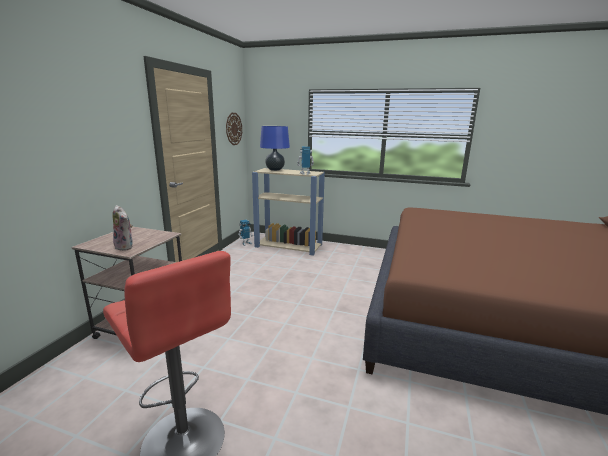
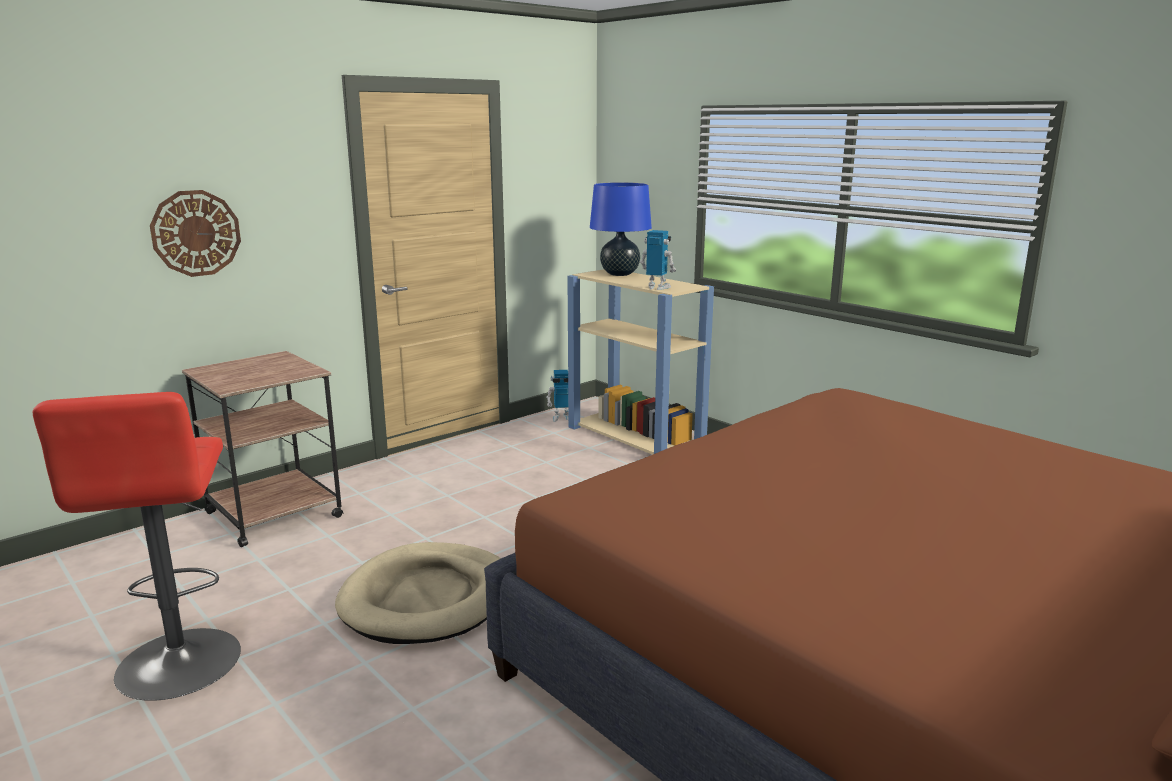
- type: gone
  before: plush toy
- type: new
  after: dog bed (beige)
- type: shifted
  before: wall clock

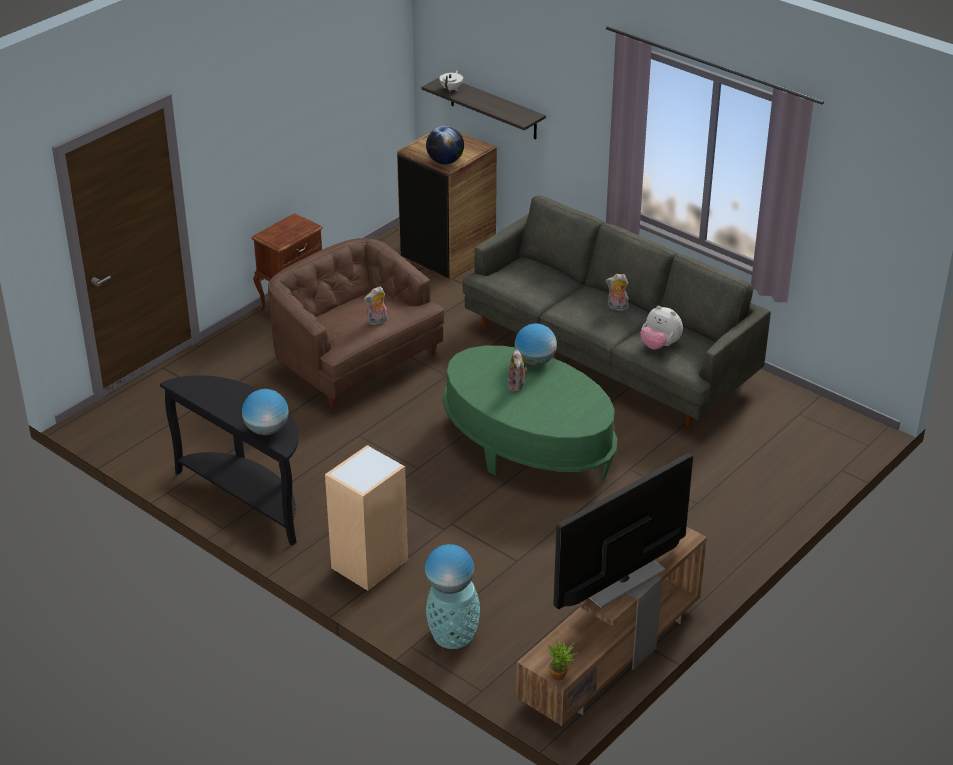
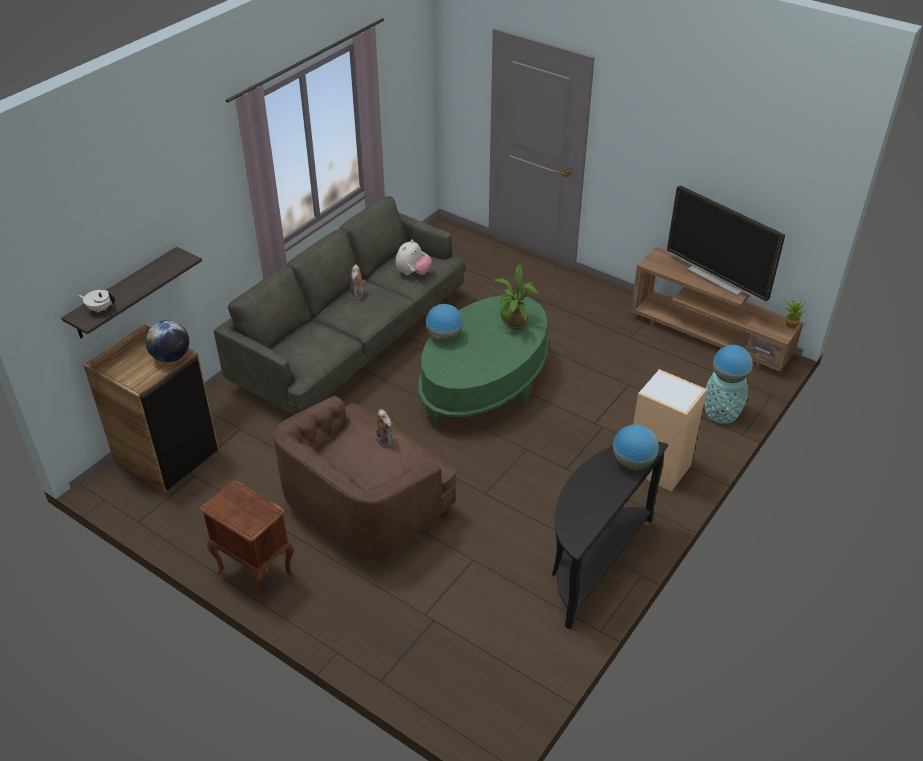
- type: gone
  before: plush toy (no. 2 from left)
- type: new
  after: potted plant (no. 1 from left)

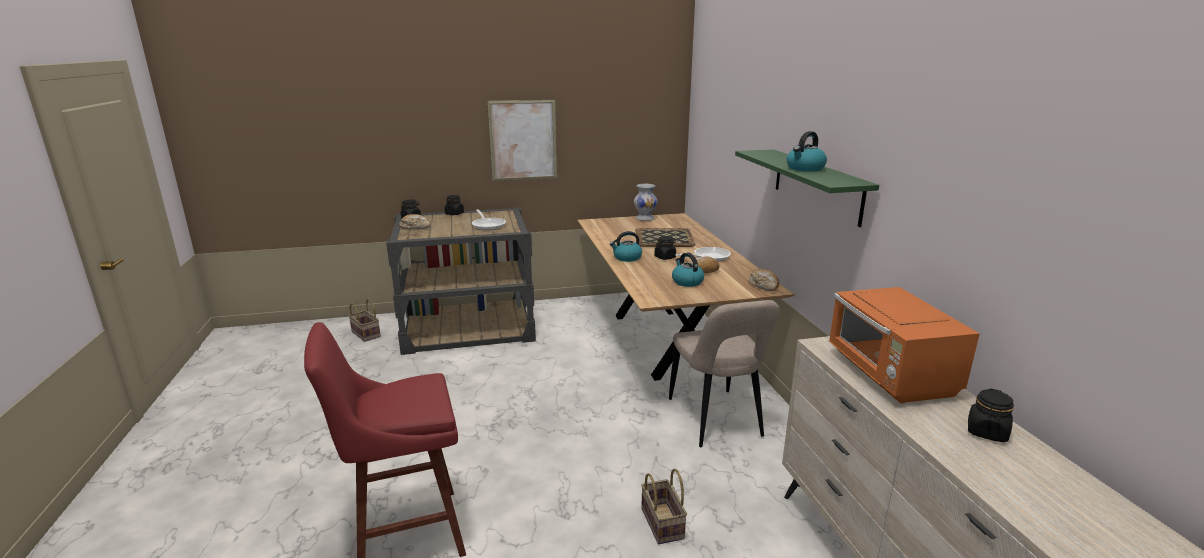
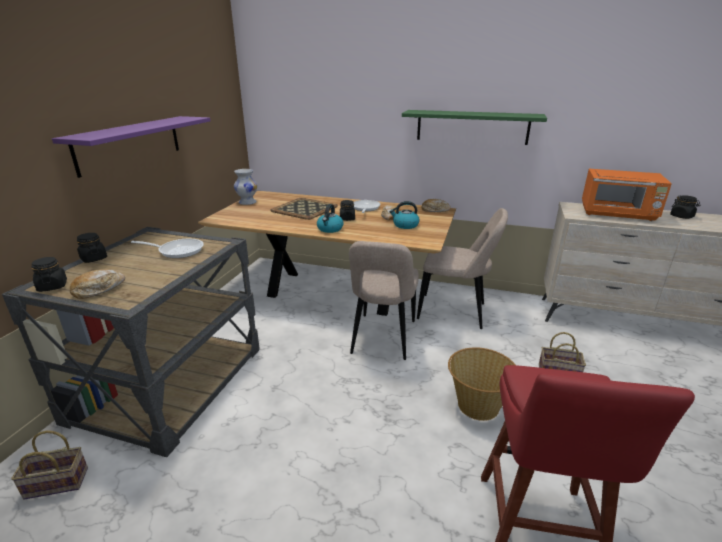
- type: gone
  before: kettle (no. 3 from left)
- type: new
  after: chair (beige) (no. 1 from left)
- type: new
  after: basket (no. 2 from left)
- type: swapped
  before: picture
  after: shelf (purple)

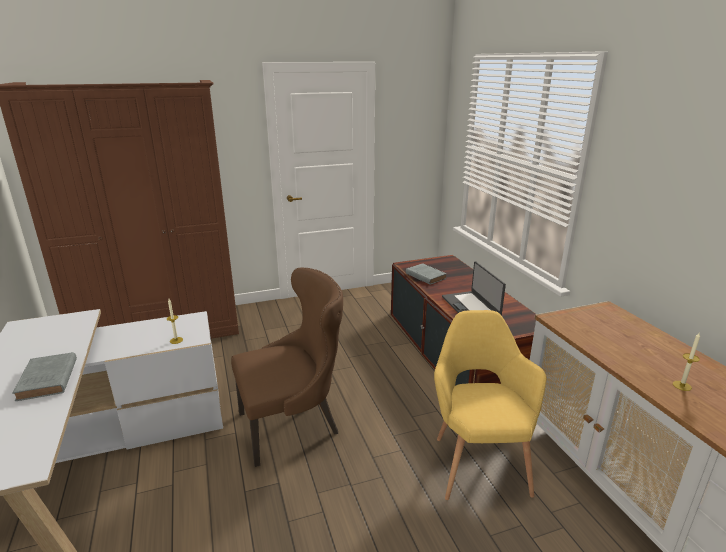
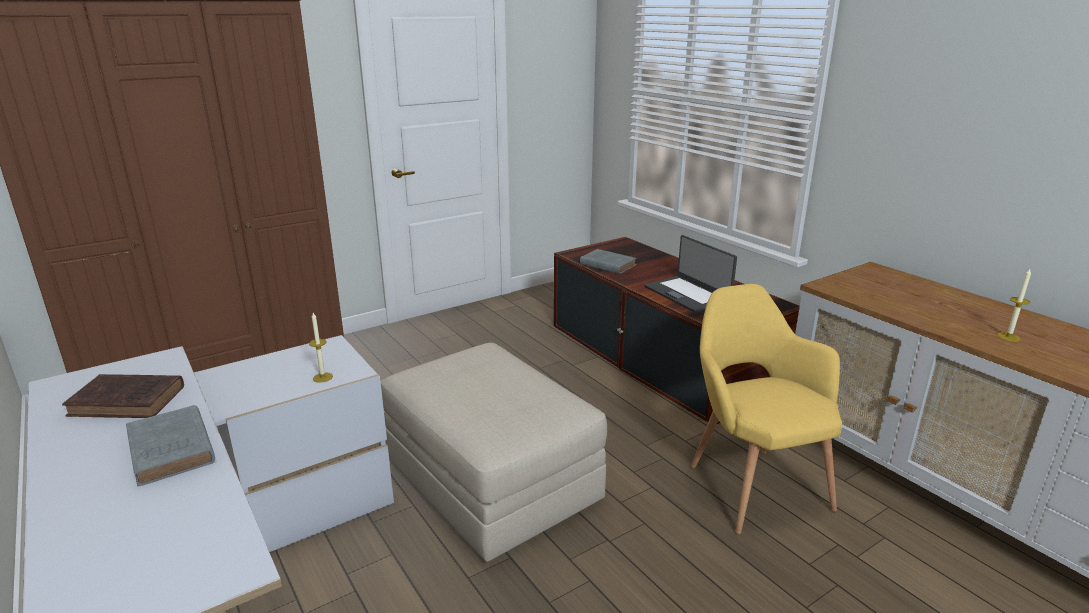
- type: new
  after: book (brown)
- type: swapped
  before: chair (brown)
  after: ottoman (beige)

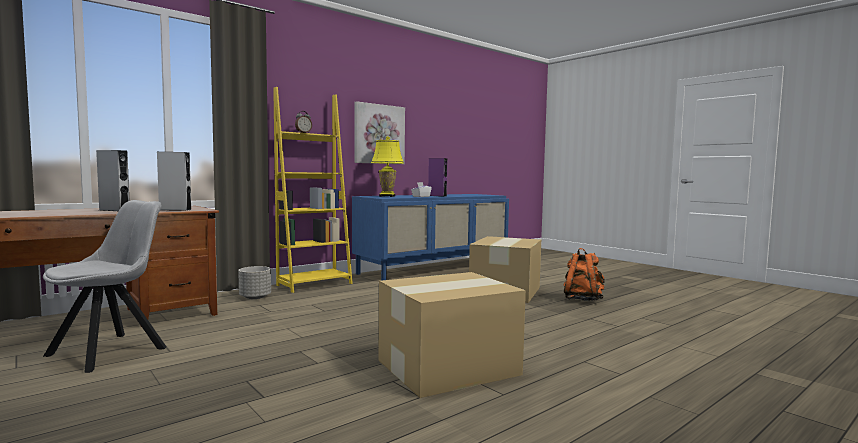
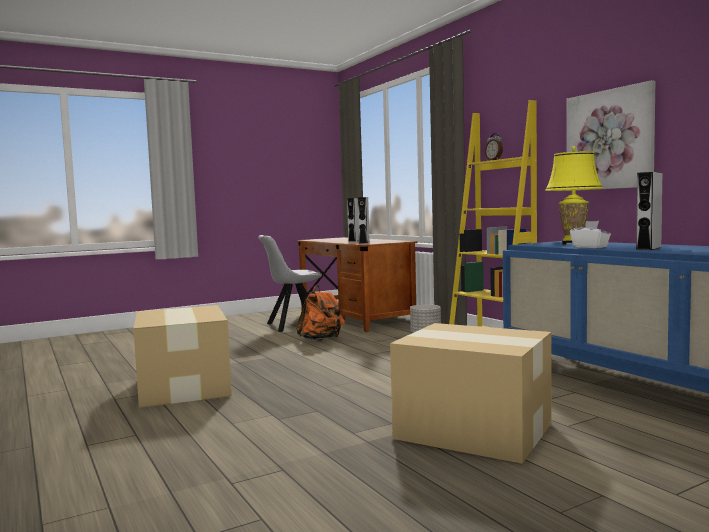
- type: shifted
  before: backpack (orange)
- type: repainted
  before: speaker (purple)
  after: speaker (grey) (no. 3 from left)
- type: rotated
  before: chair (grey)
  turn: 120

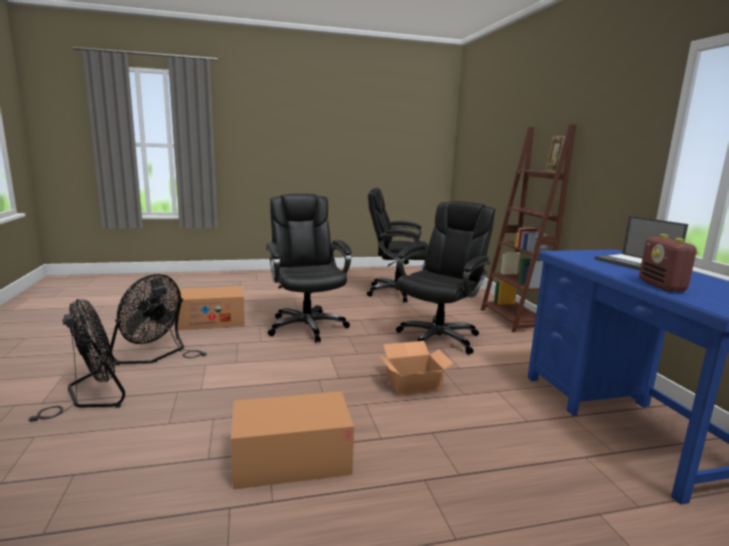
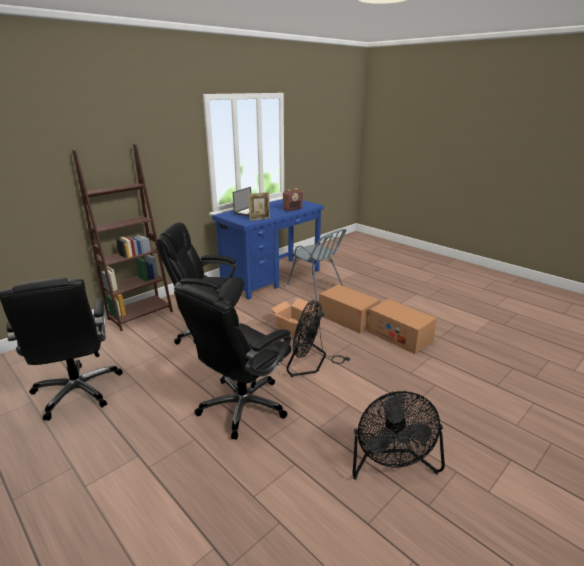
- type: new
  after: chair (grey)
- type: shifted
  before: fan (black) (no. 1 from left)
- type: shifted
  before: cardboard box (no. 1 from left in the first image)
  after: cardboard box (no. 2 from left)
- type: shifted
  before: picture frame

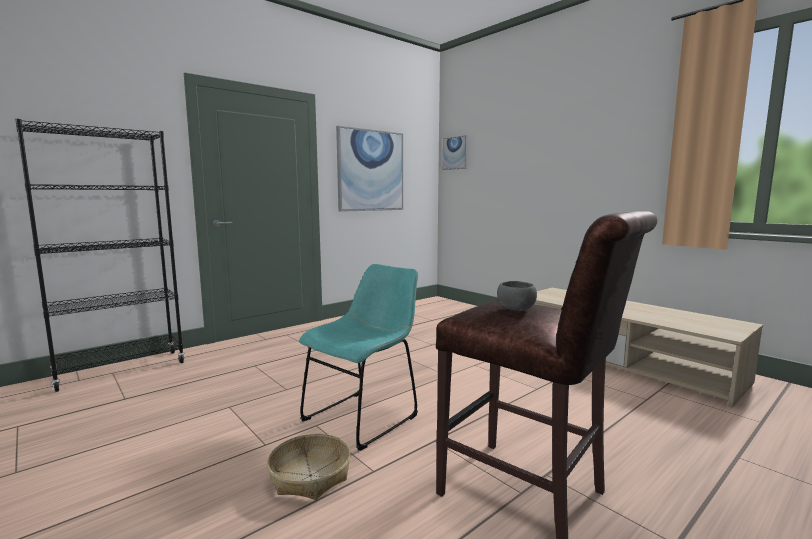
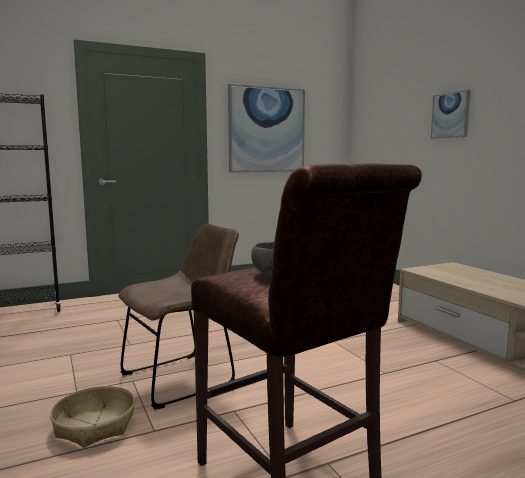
- type: shifted
  before: picture (no. 2 from left)
- type: repainted
  before: chair (turquoise)
  after: chair (brown)

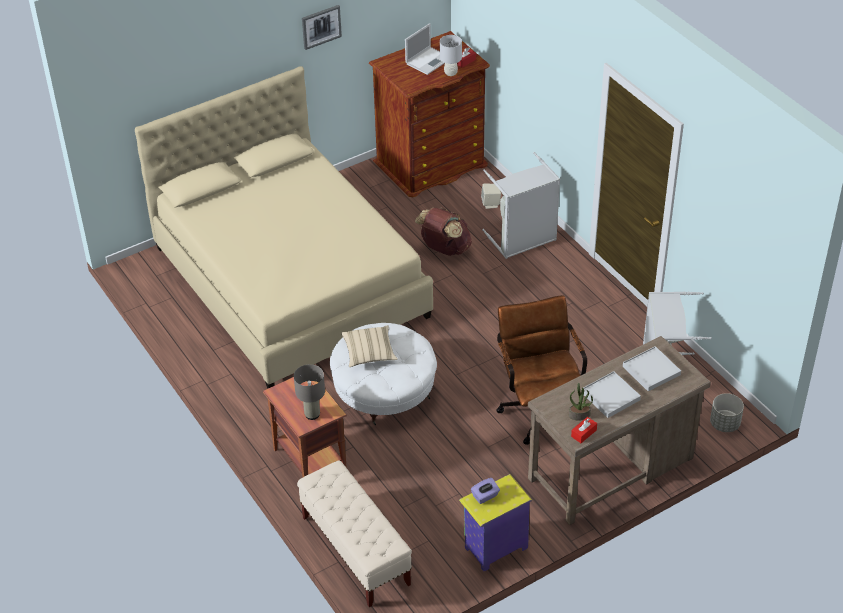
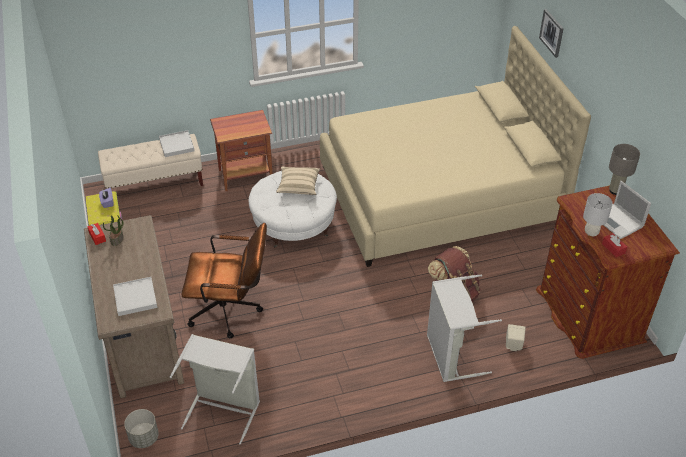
- type: shifted
  before: table lamp (grey) (no. 1 from left in the first image)
  after: table lamp (grey) (no. 2 from left)
- type: shifted
  before: picture
- type: shifted
  before: tray (white) (no. 1 from left in the first image)
  after: tray (white) (no. 2 from left)

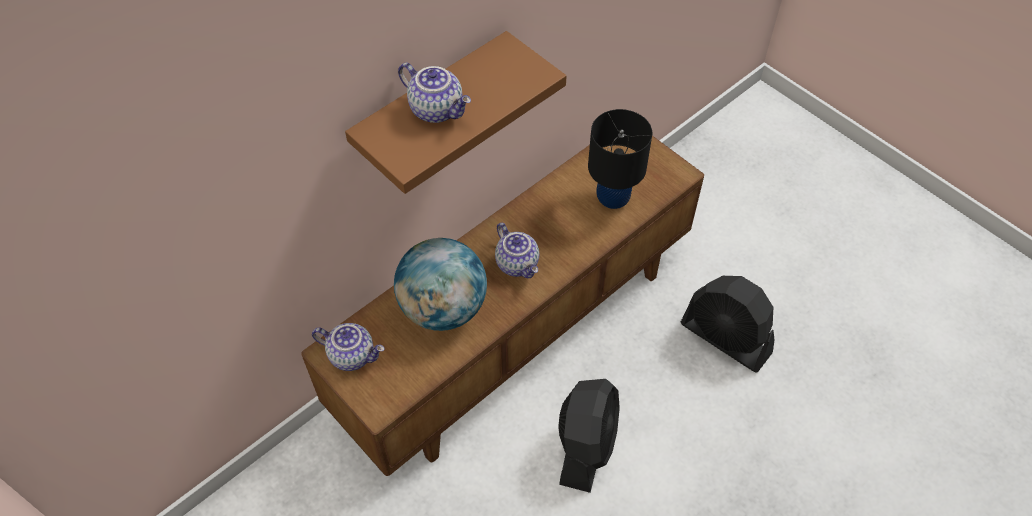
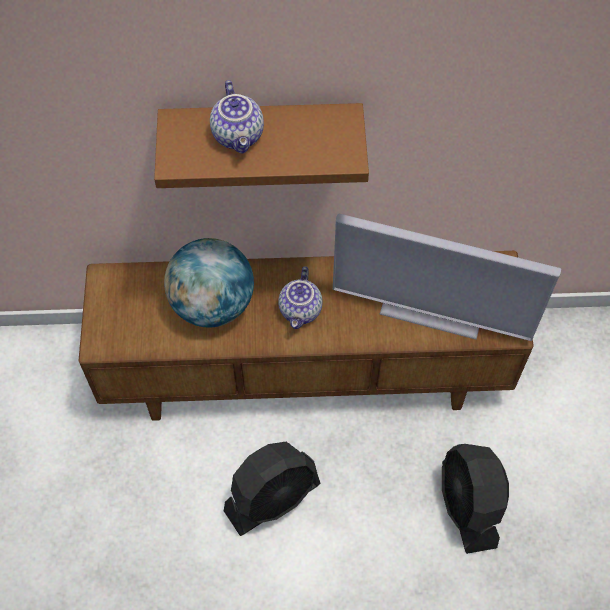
- type: gone
  before: teapot (no. 1 from left)
- type: swapped
  before: table lamp (black)
  after: television

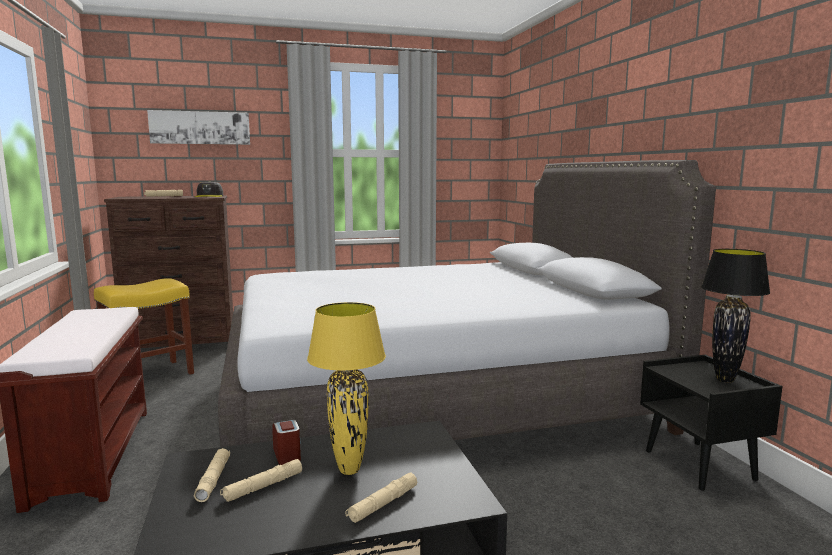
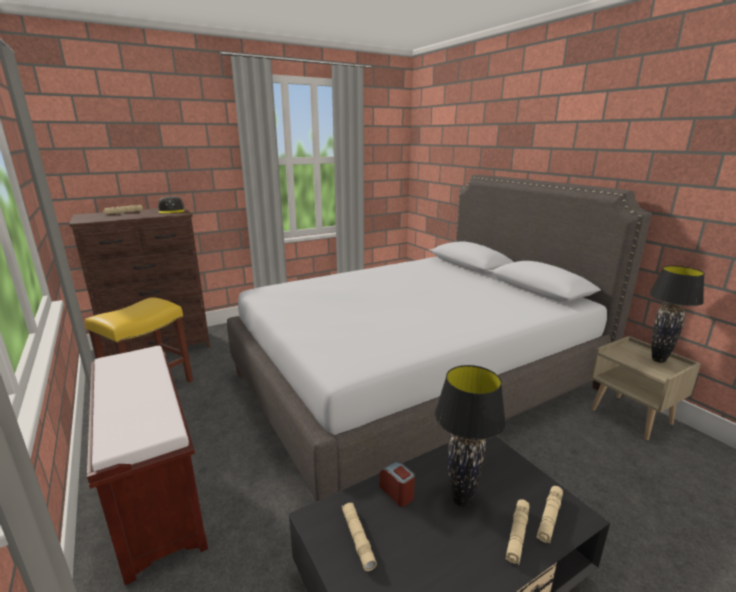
- type: gone
  before: picture
- type: shifted
  before: flashlight (beige) (no. 3 from left in the first image)
  after: flashlight (beige) (no. 4 from left)
- type: repainted
  before: table lamp (yellow)
  after: table lamp (black) (no. 1 from left)
- type: repainted
  before: nightstand (black)
  after: nightstand (beige)

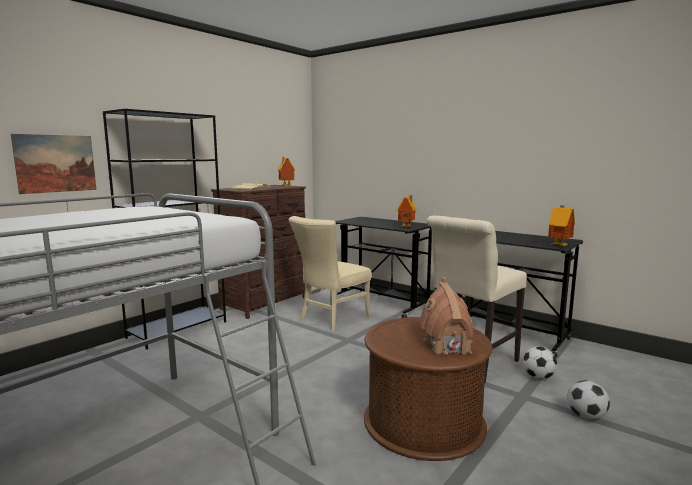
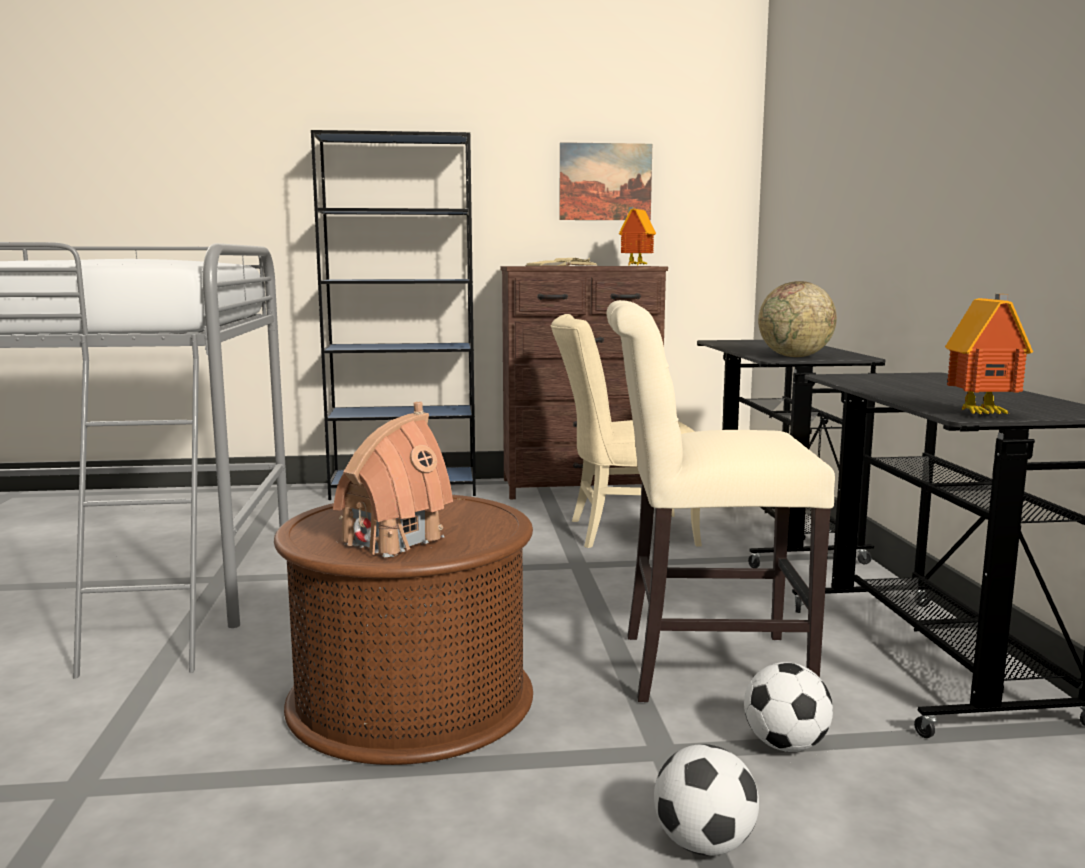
- type: shifted
  before: picture
- type: swapped
  before: toy house (no. 2 from left)
  after: globe

